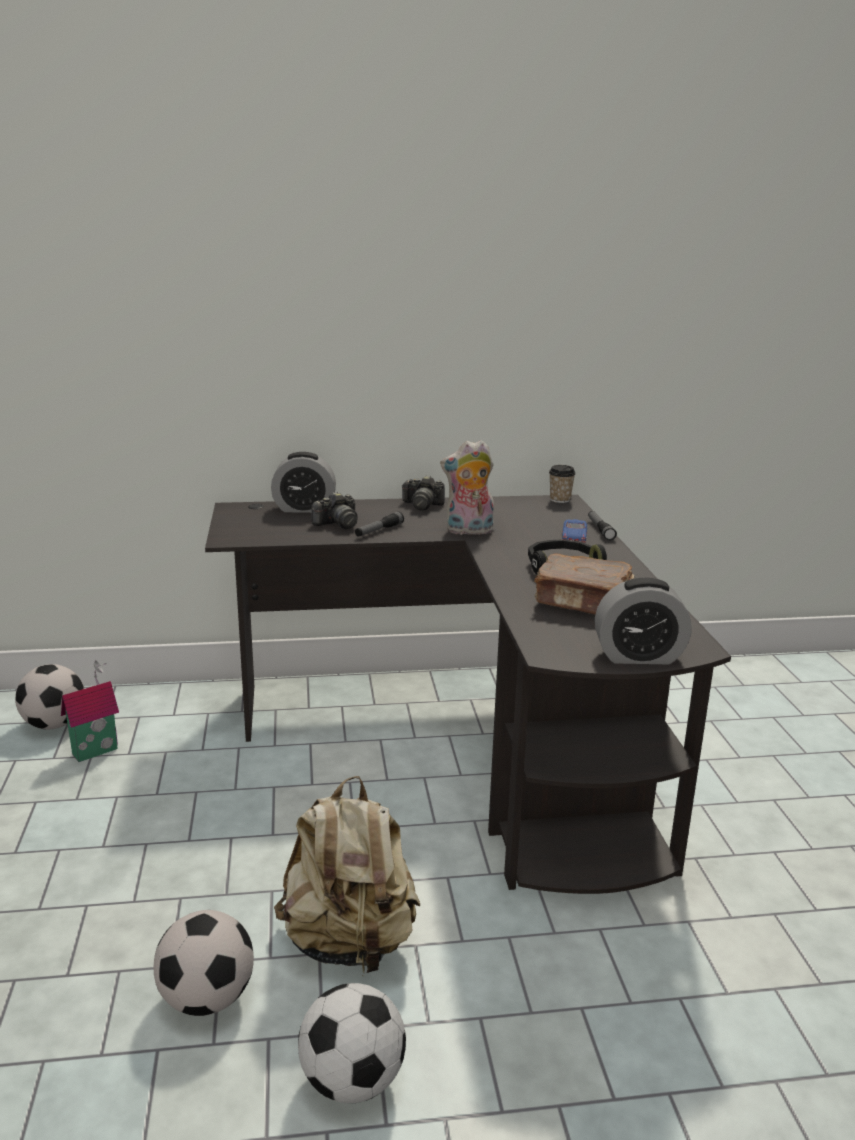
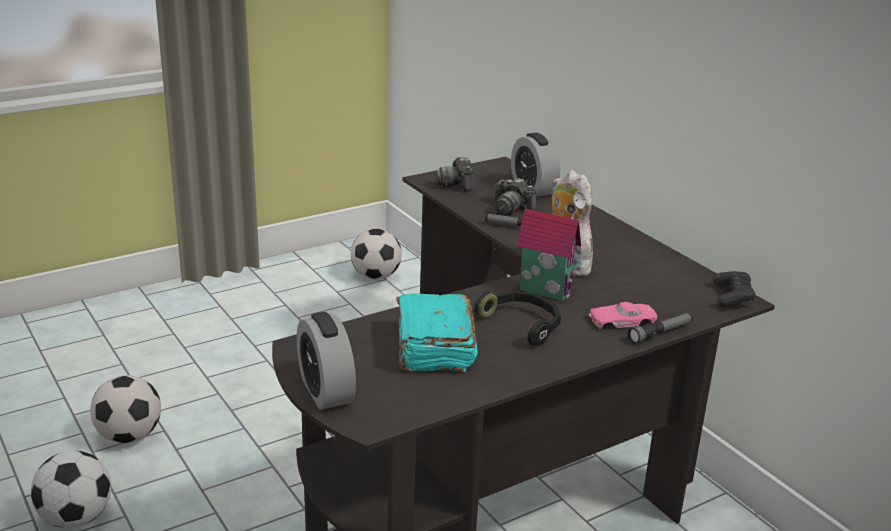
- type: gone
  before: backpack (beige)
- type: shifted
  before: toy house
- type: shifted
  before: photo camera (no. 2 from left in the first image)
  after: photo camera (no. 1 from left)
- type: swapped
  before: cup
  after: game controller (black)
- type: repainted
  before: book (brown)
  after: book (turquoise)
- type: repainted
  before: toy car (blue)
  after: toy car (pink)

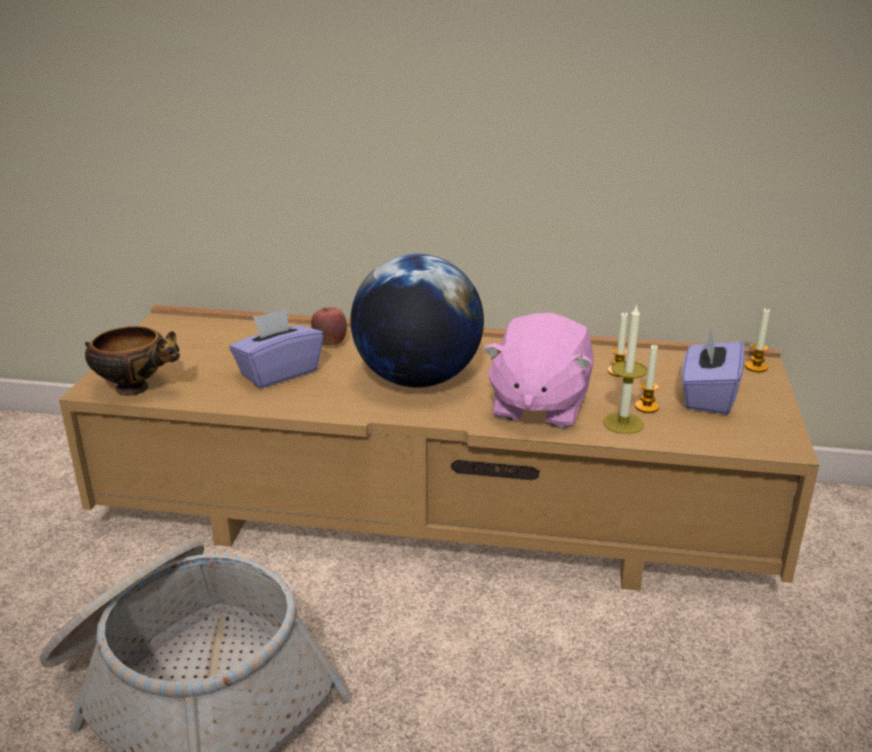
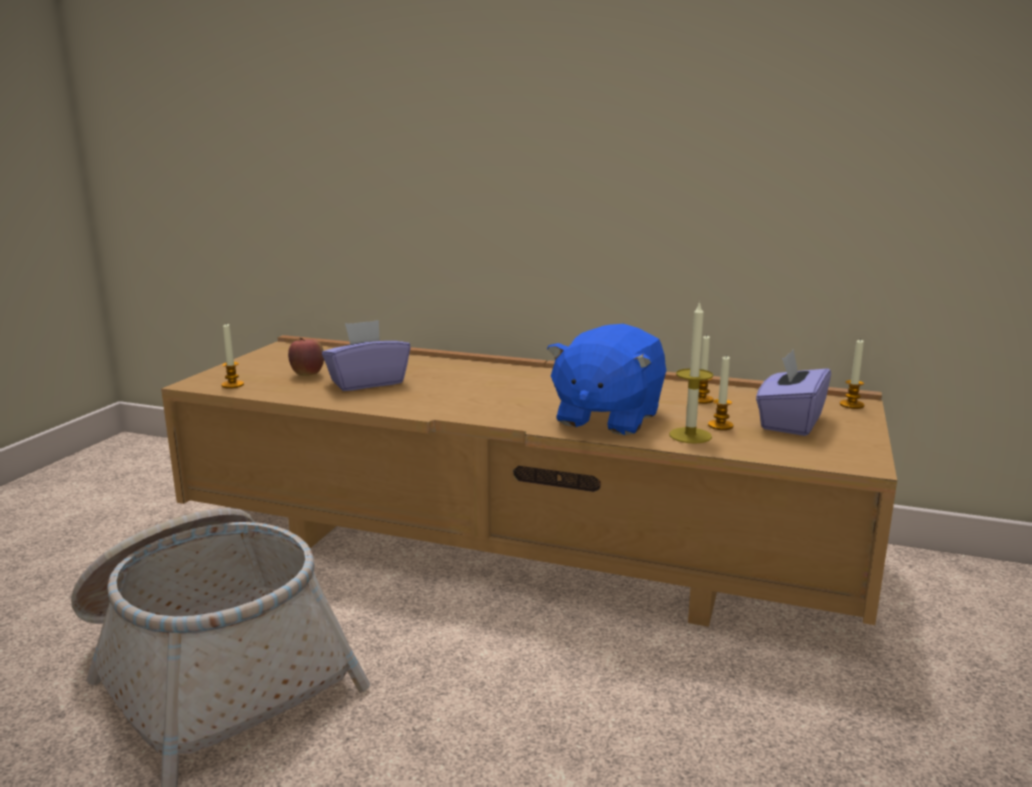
- type: gone
  before: globe
- type: shifted
  before: apple
- type: swapped
  before: bowl
  after: candle (no. 1 from left)
- type: repainted
  before: plush toy (pink)
  after: plush toy (blue)

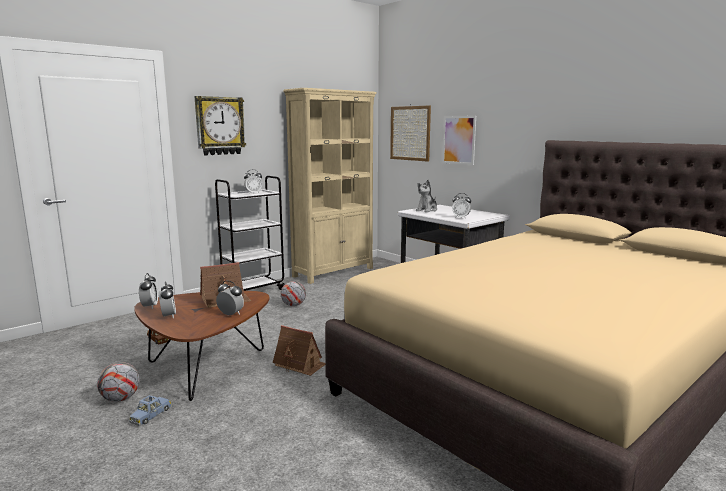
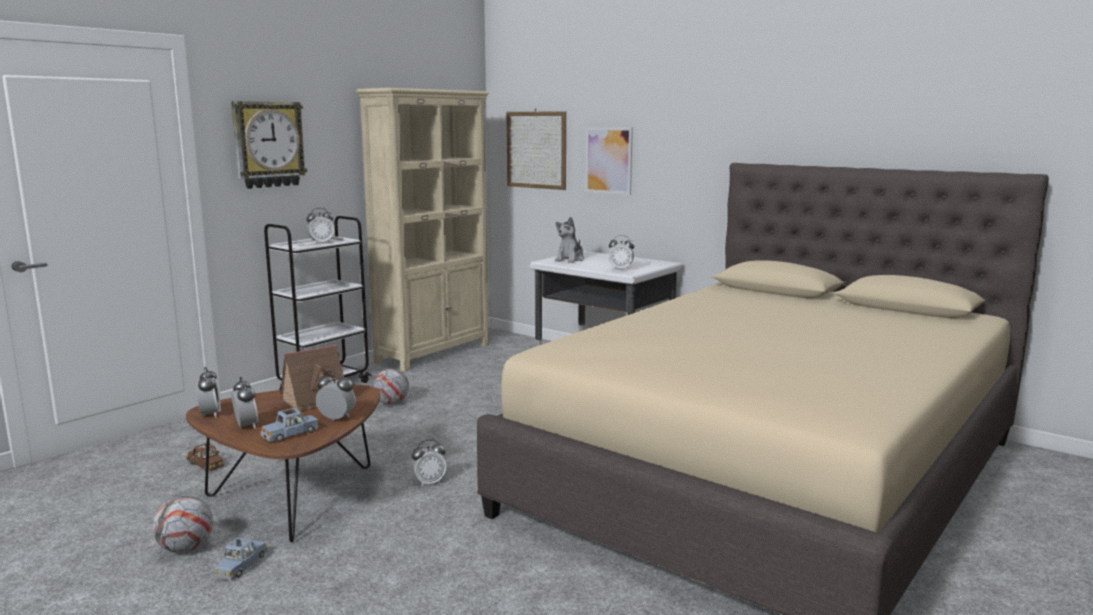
- type: new
  after: toy car (blue) (no. 2 from left)
- type: swapped
  before: toy house (no. 2 from left)
  after: alarm clock (no. 5 from left)

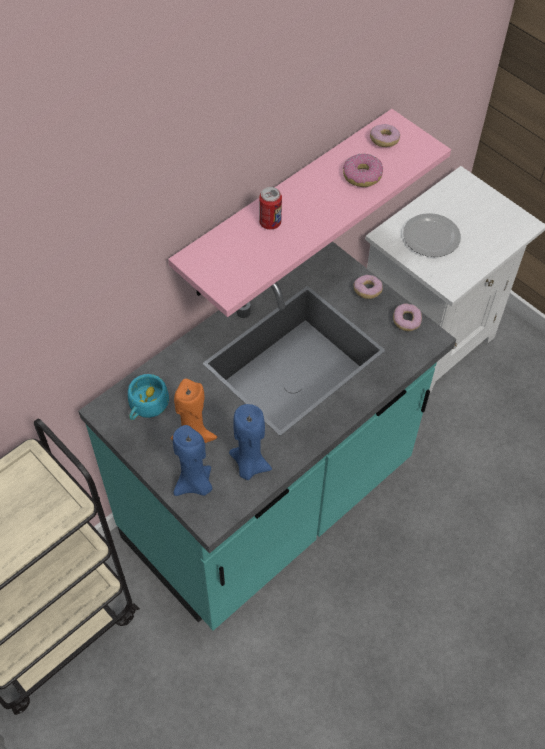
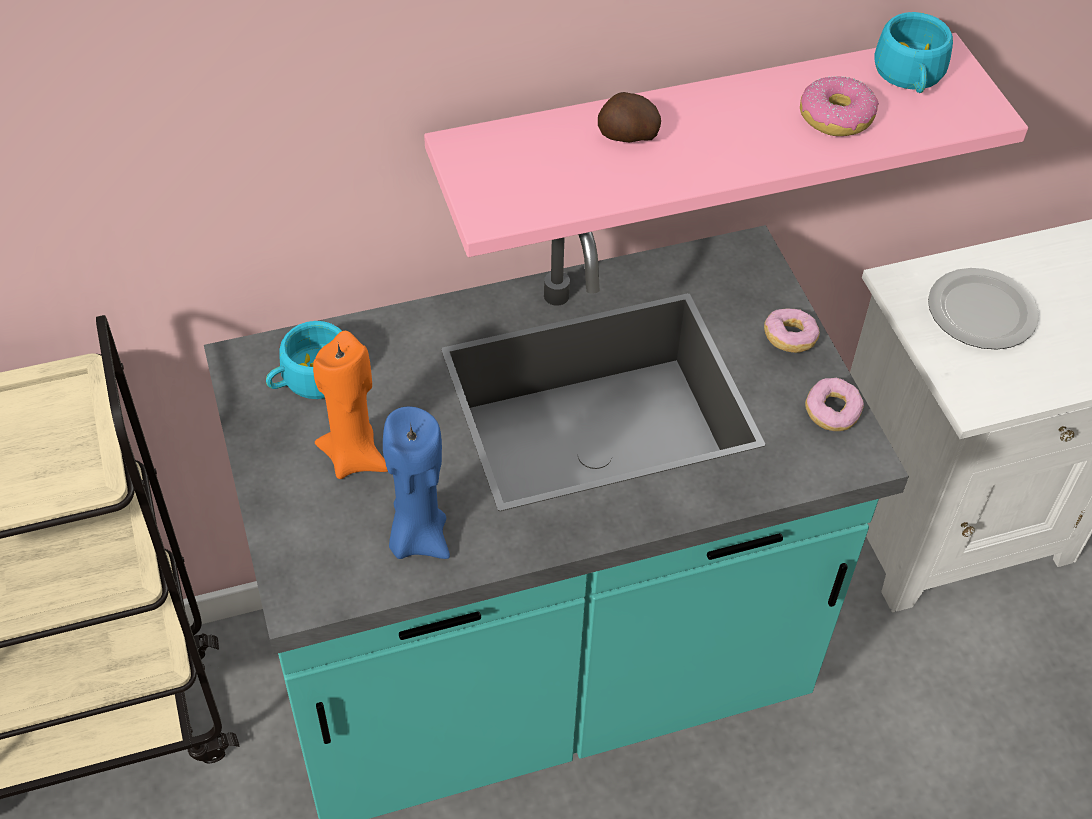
- type: gone
  before: candle (blue) (no. 1 from left)
- type: swapped
  before: can
  after: potato
- type: swapped
  before: donut (no. 3 from left)
  after: cup (turquoise) (no. 2 from left)

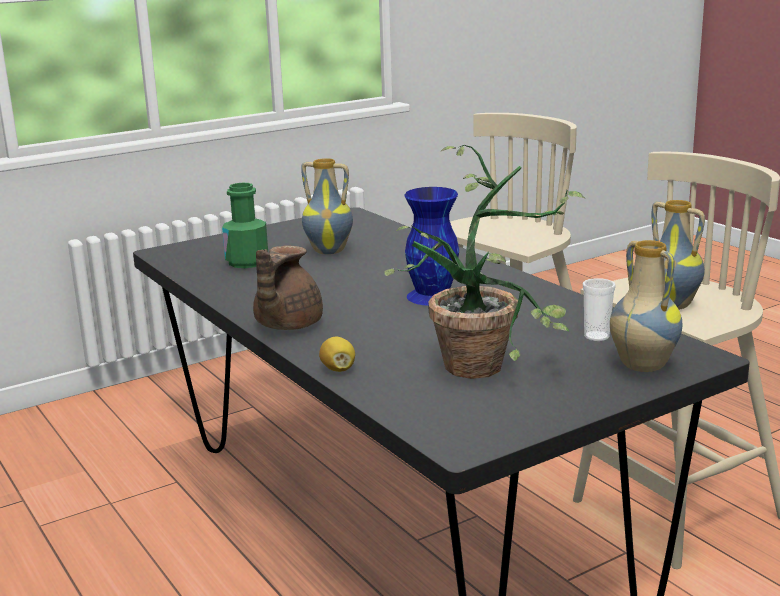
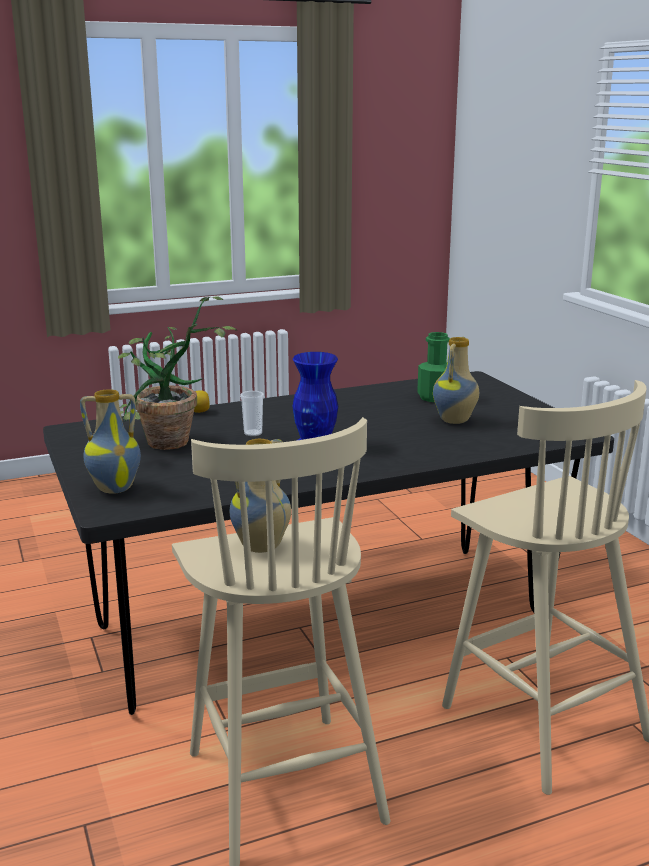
- type: gone
  before: teapot (brown)
- type: shifted
  before: cup

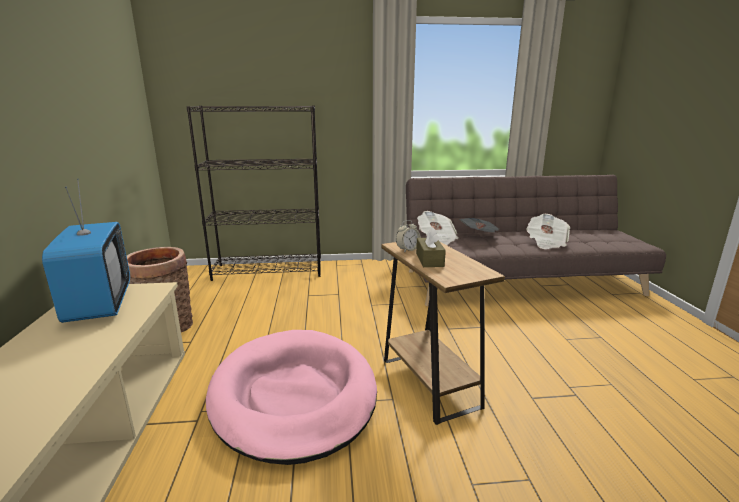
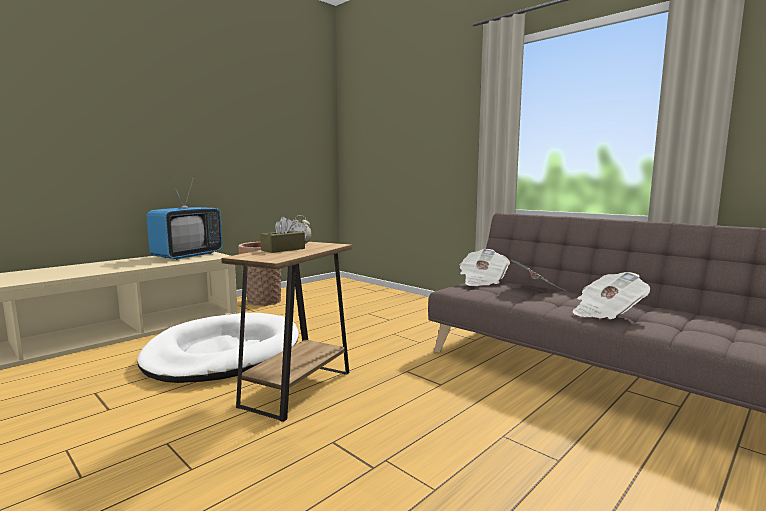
- type: gone
  before: bookcase (black)
- type: repainted
  before: dog bed (pink)
  after: dog bed (white)

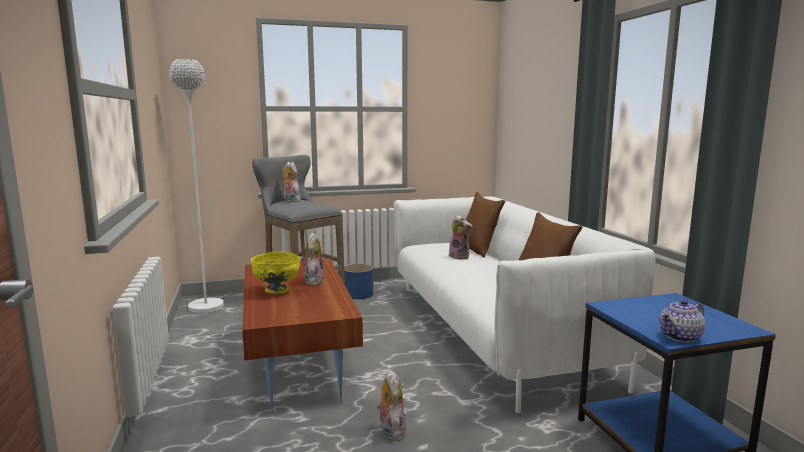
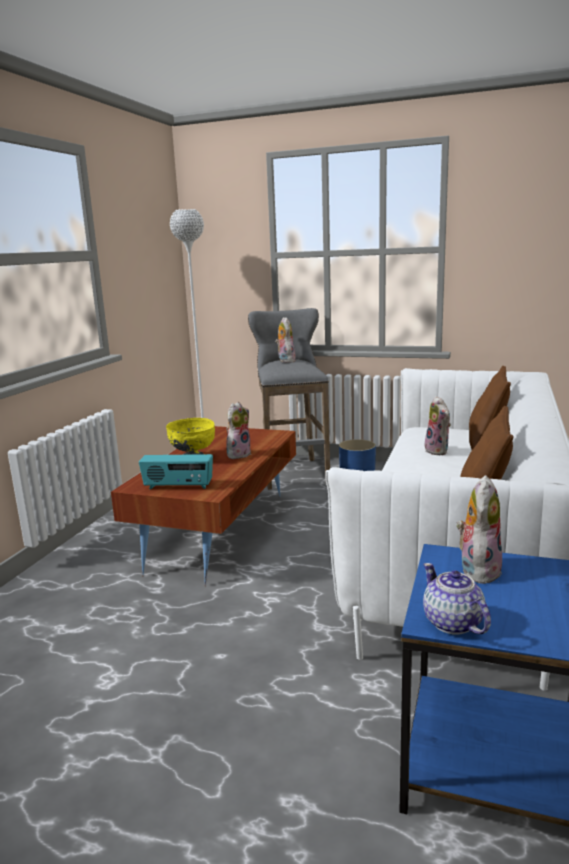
- type: new
  after: radio
- type: shifted
  before: plush toy (no. 3 from left in the first image)
  after: plush toy (no. 4 from left)
- type: rotated
  before: teapot
  turn: 60

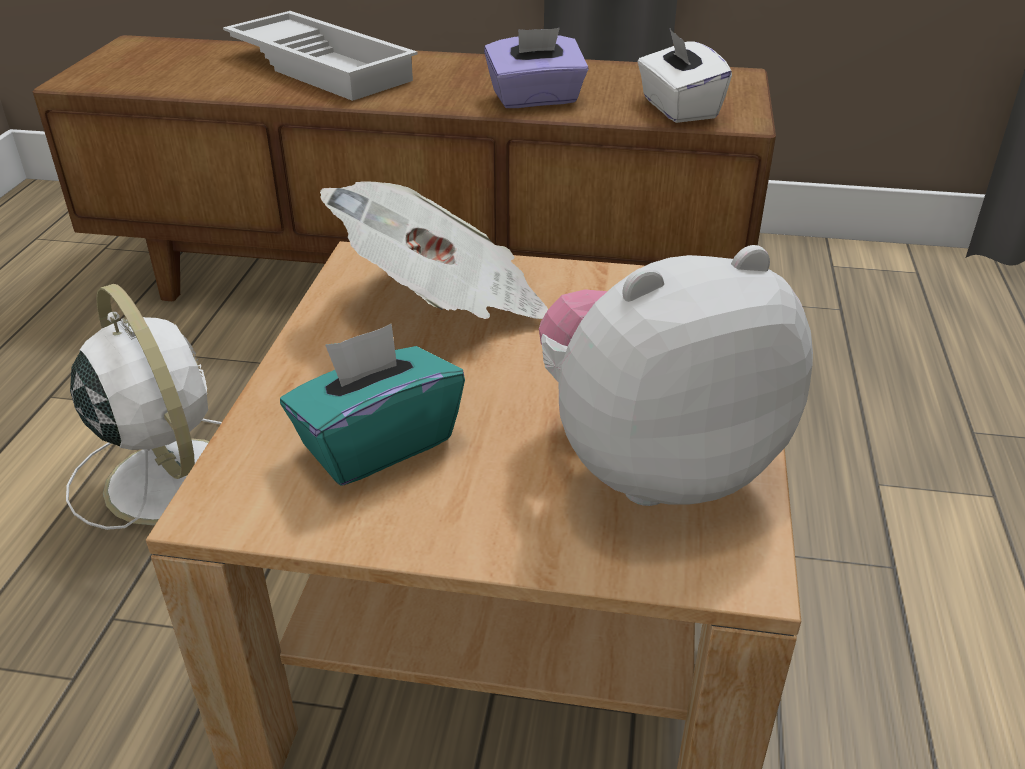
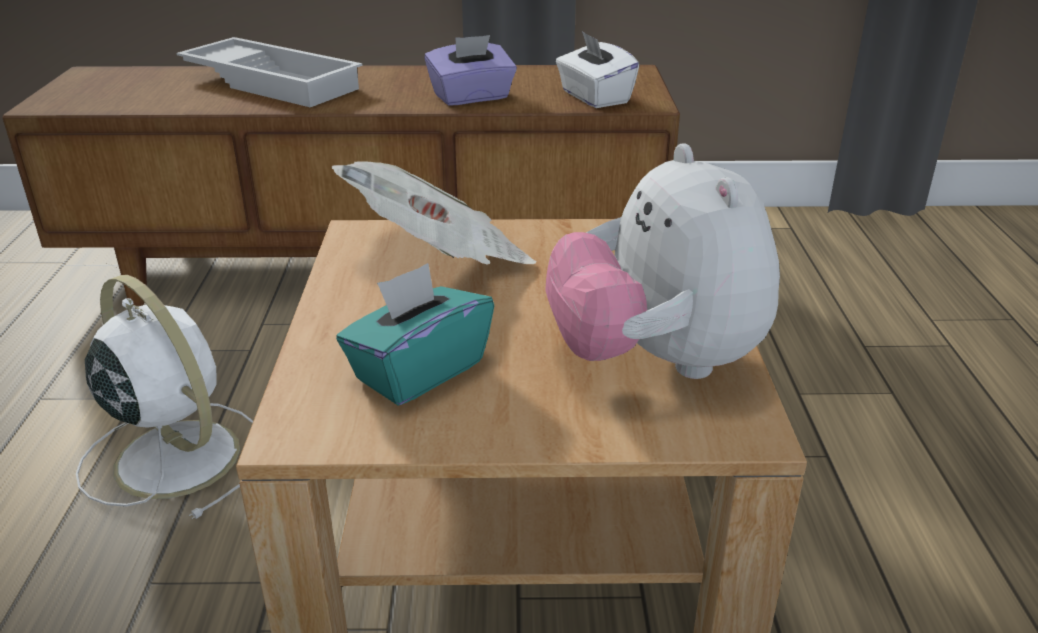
- type: rotated
  before: plush toy
  turn: -75

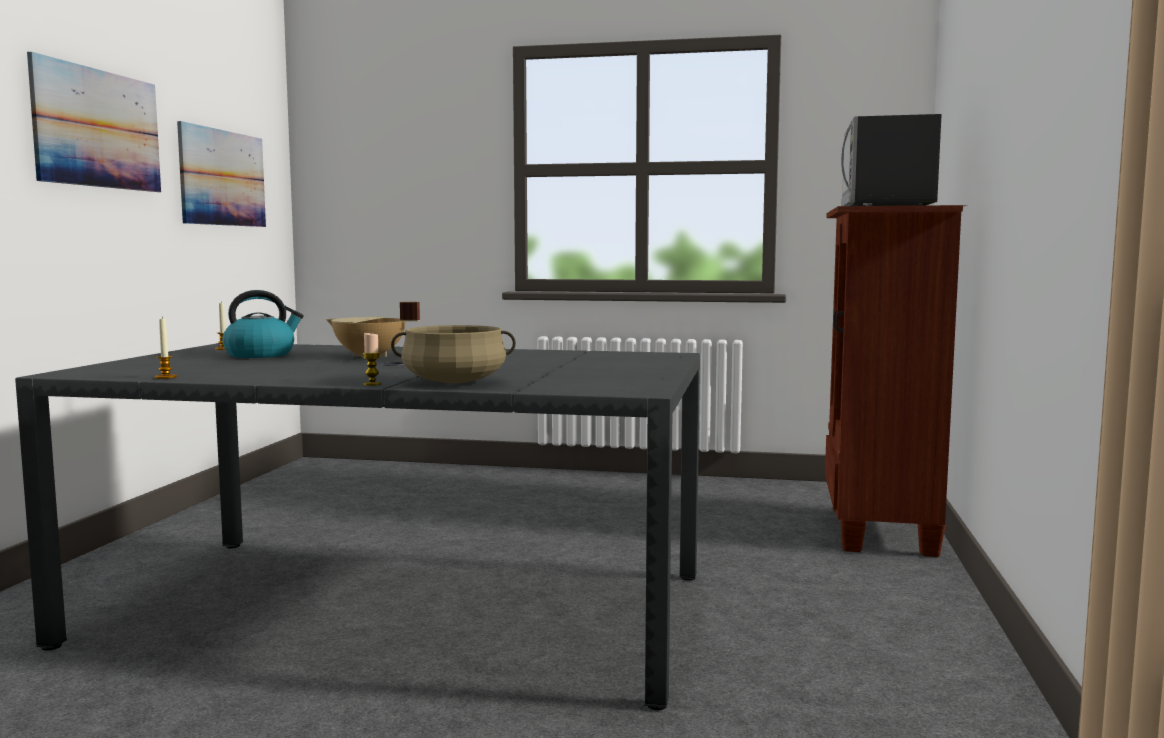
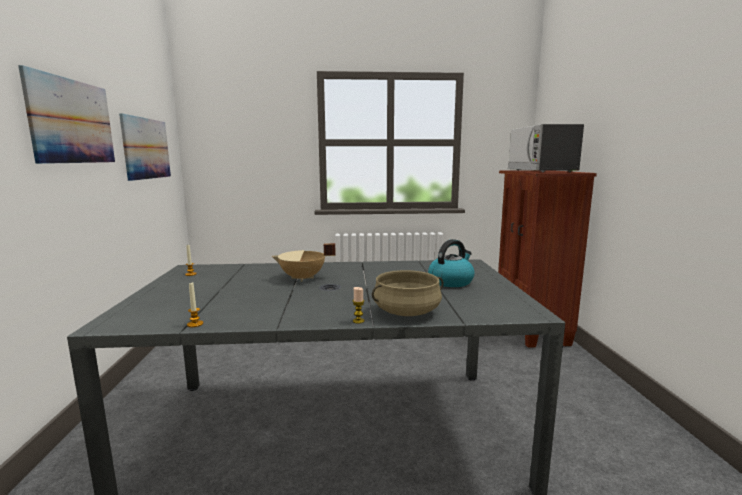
- type: shifted
  before: kettle

